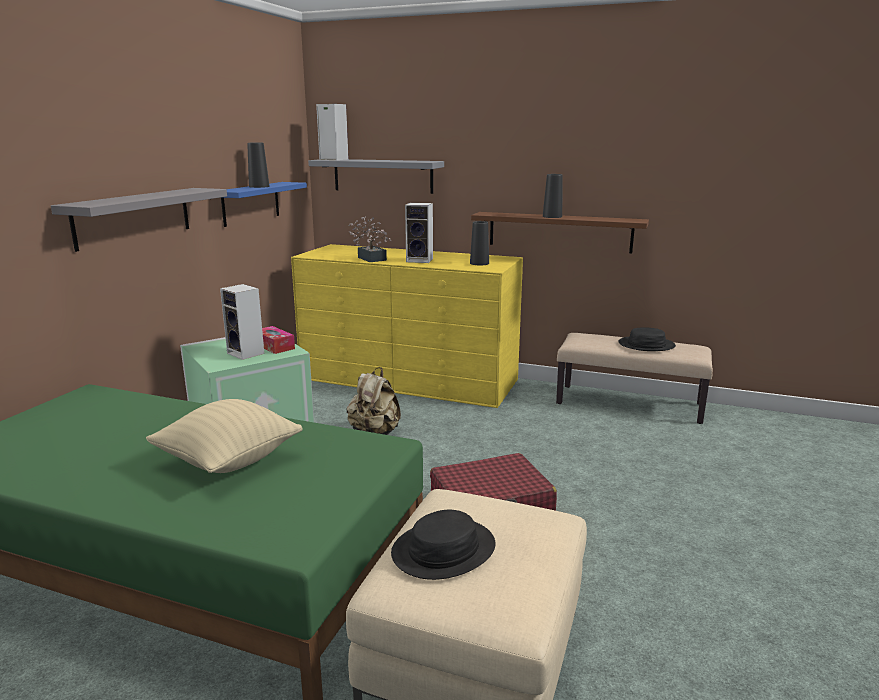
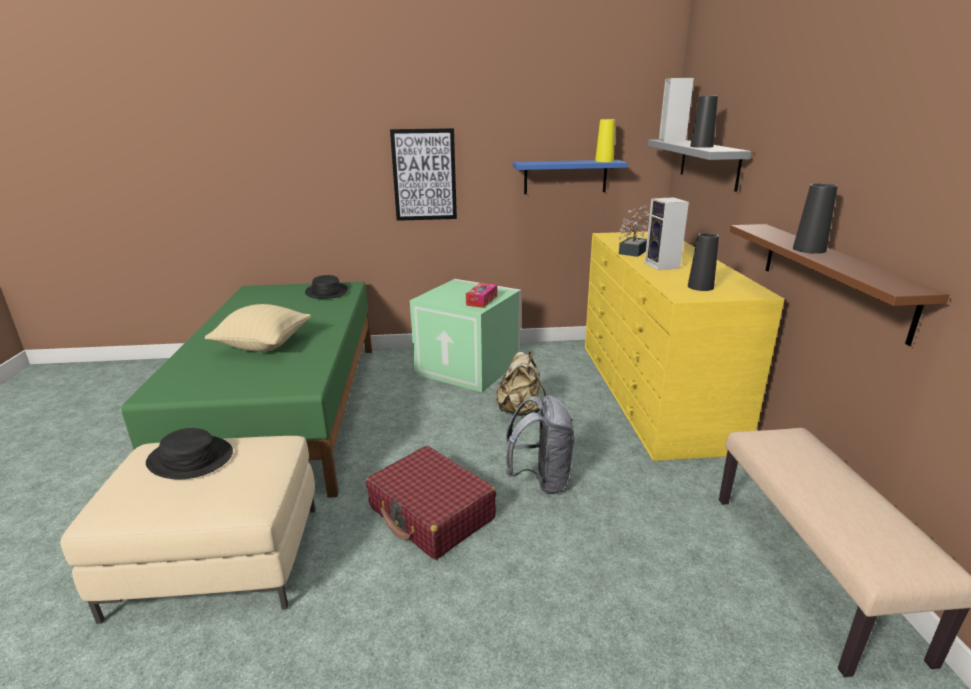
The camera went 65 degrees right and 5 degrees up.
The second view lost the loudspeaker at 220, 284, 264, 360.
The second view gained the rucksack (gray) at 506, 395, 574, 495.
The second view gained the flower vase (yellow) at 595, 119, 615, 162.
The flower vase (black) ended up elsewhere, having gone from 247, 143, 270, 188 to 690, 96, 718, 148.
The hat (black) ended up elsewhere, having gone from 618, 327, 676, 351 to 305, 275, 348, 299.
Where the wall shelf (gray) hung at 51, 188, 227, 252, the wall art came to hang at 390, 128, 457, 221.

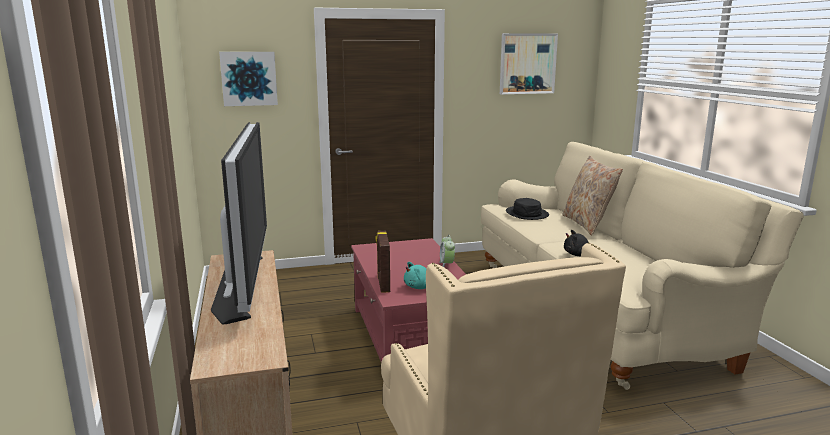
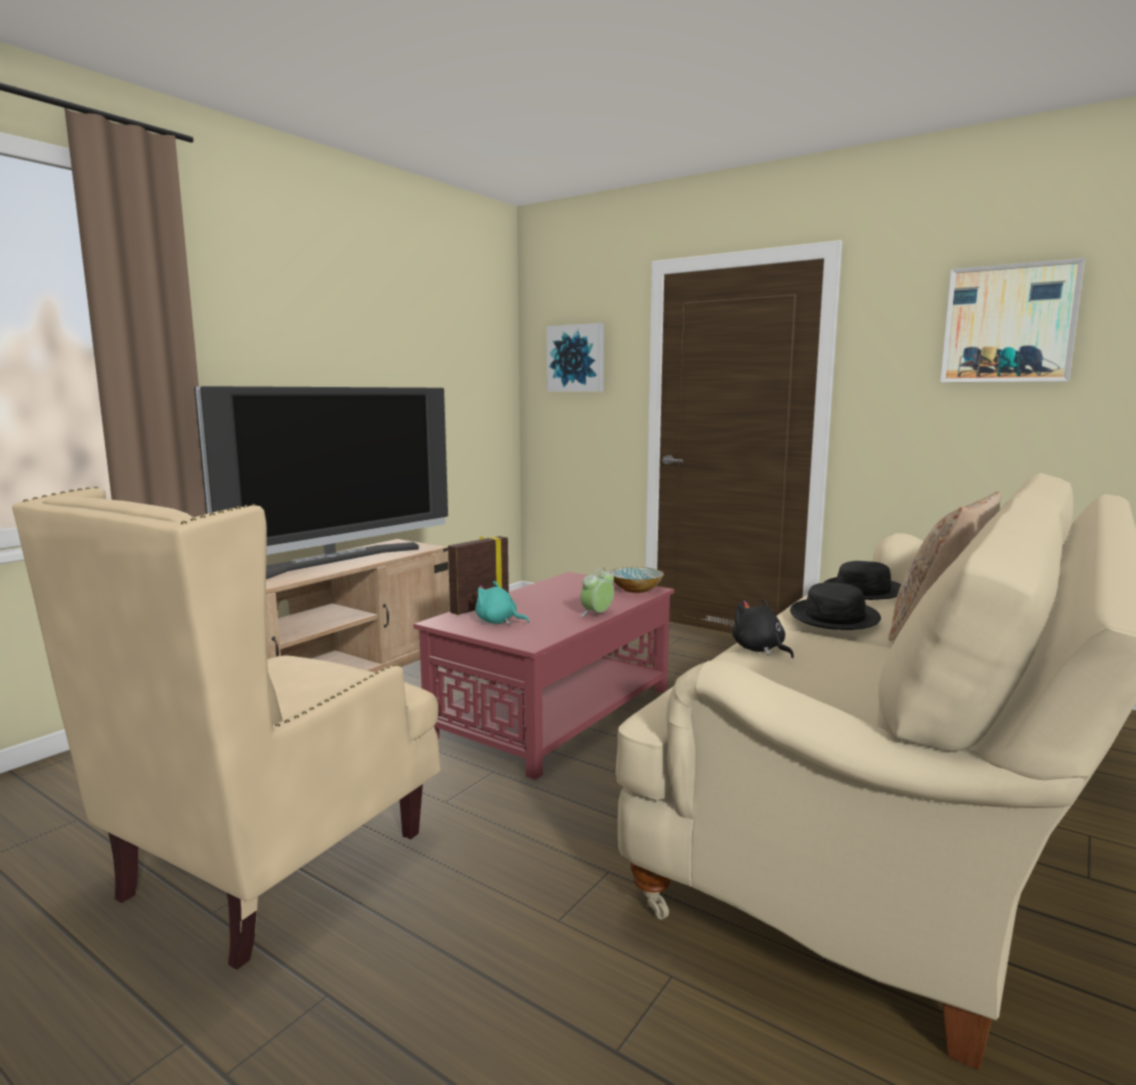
The camera went 50 degrees right and 5 degrees down.
The second view gained the deep dish at 610, 567, 664, 593.
The second view gained the hat (black) at 790, 583, 881, 630.

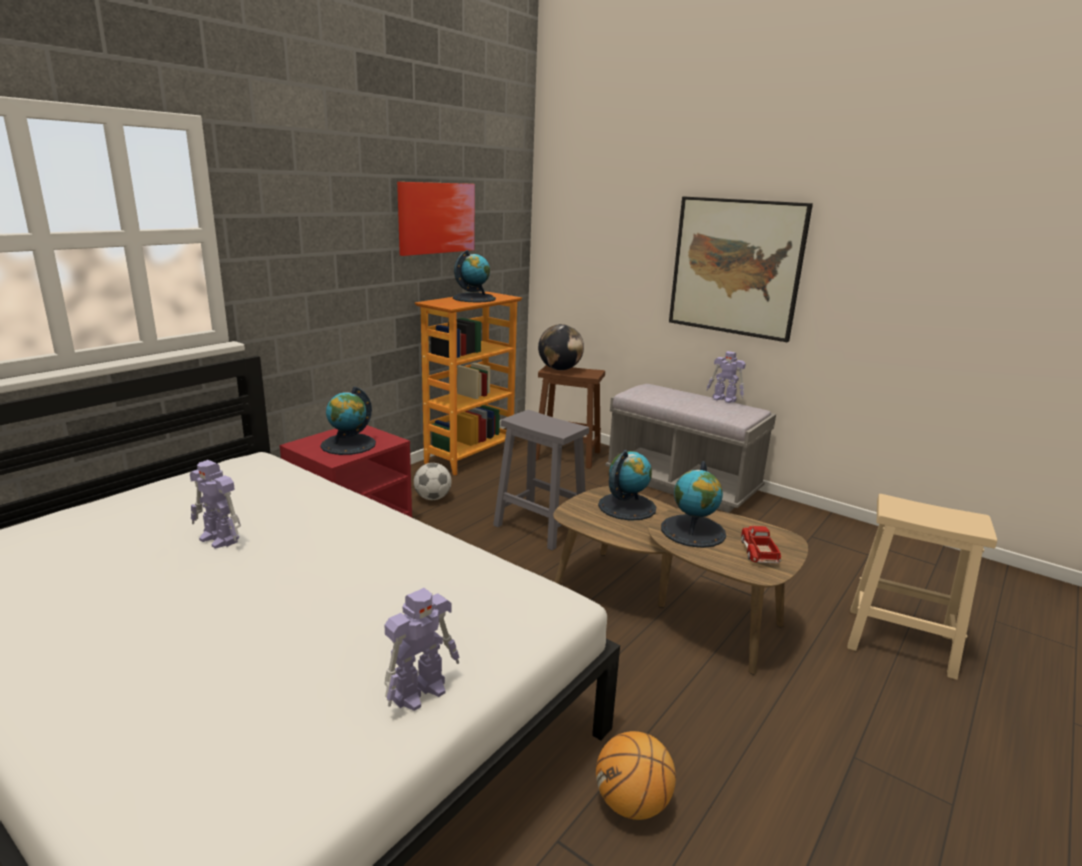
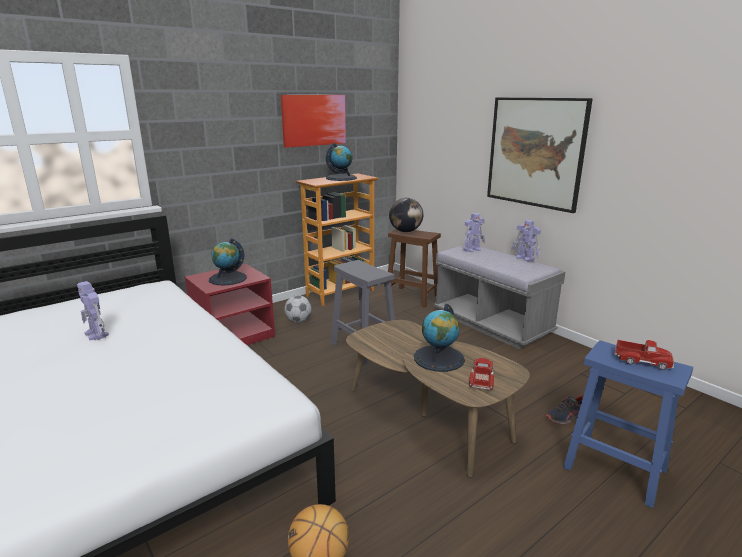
The camera went 15 degrees right and 0 degrees up.
The second view lost the world globe at 598, 450, 656, 521.
The second view gained the low shoe at 545, 395, 583, 424.
The second view gained the model truck at 615, 340, 674, 370.
The model robot ended up elsewhere, having gone from 384, 588, 459, 711 to 463, 213, 485, 252.
What was the sitting stool (beige-coloured) at 847, 494, 997, 680 turned into the sitting stool (bluish) at 563, 340, 693, 508.

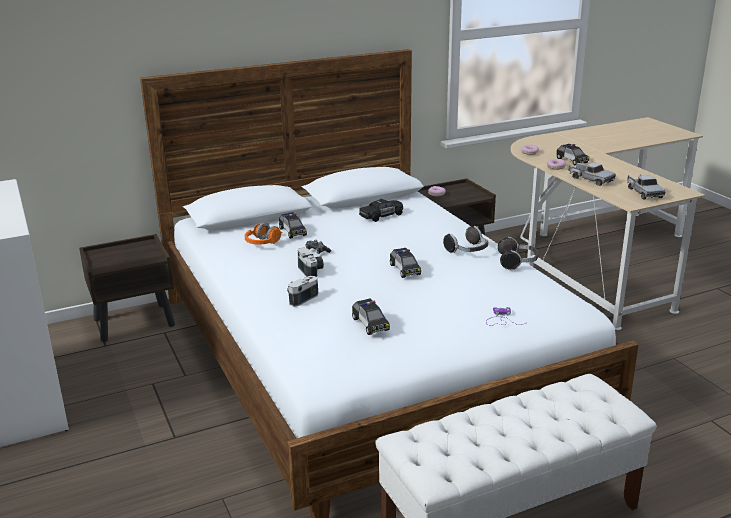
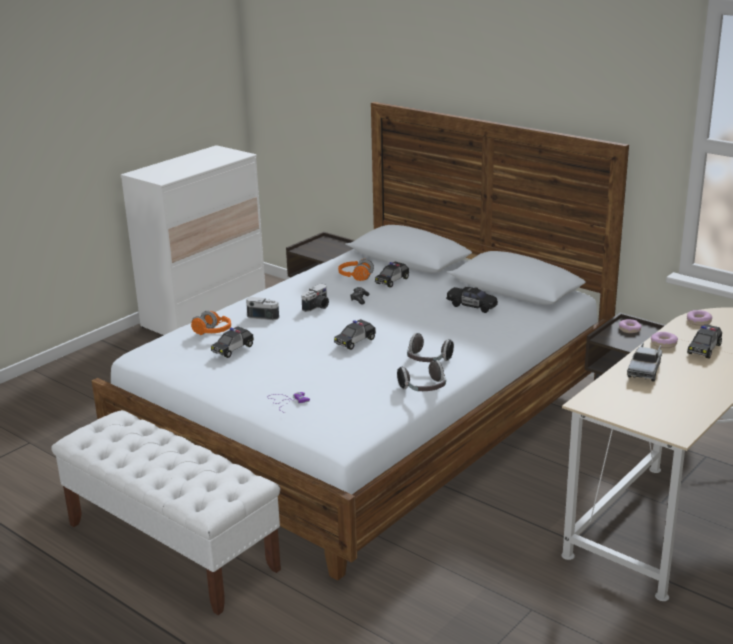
The camera went 65 degrees right and 0 degrees up.
The second view lost the model truck at 627, 174, 666, 200.
The second view gained the headset (orangey) at 191, 311, 231, 335.

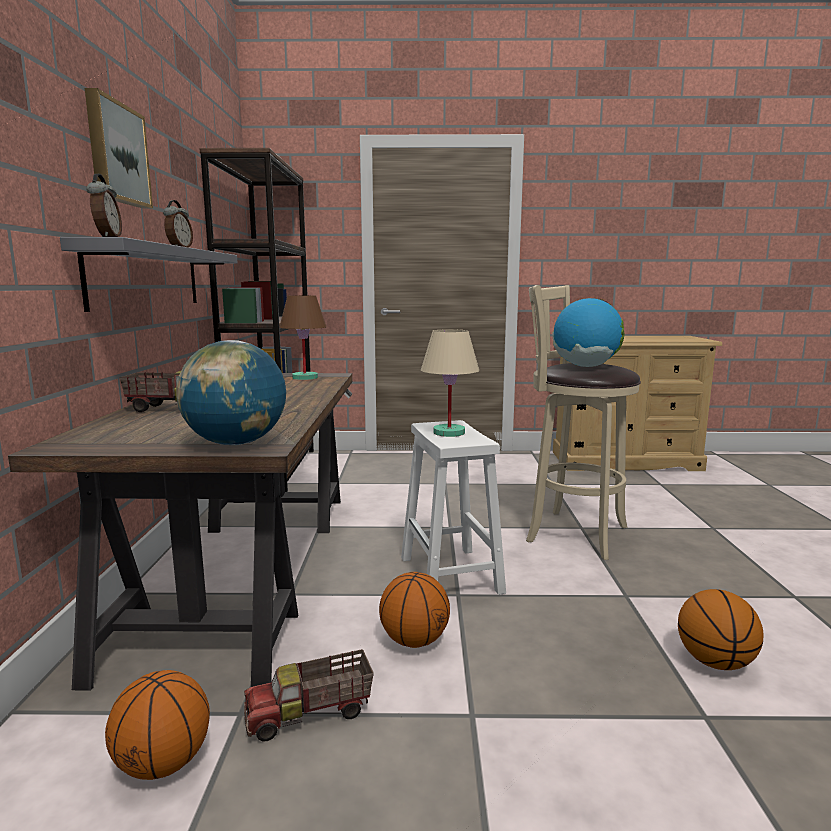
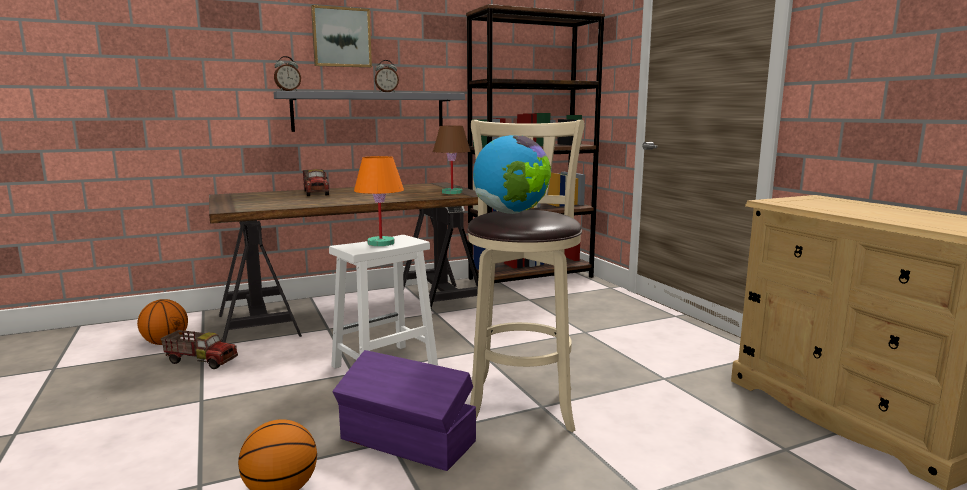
The camera went 65 degrees right and 0 degrees up.
The second view lost the world globe at 176, 340, 286, 445.
The second view lost the basketball at 379, 572, 450, 648.
The second view gained the storage bin (purple-coloured) at 333, 350, 476, 471.
What was the table lamp (beige-coloured) at 421, 329, 479, 437 turned into the table lamp (orangey) at 354, 156, 404, 246.
The model truck at 244, 649, 374, 741 ended up facing another way, 150 degrees clockwise from before.

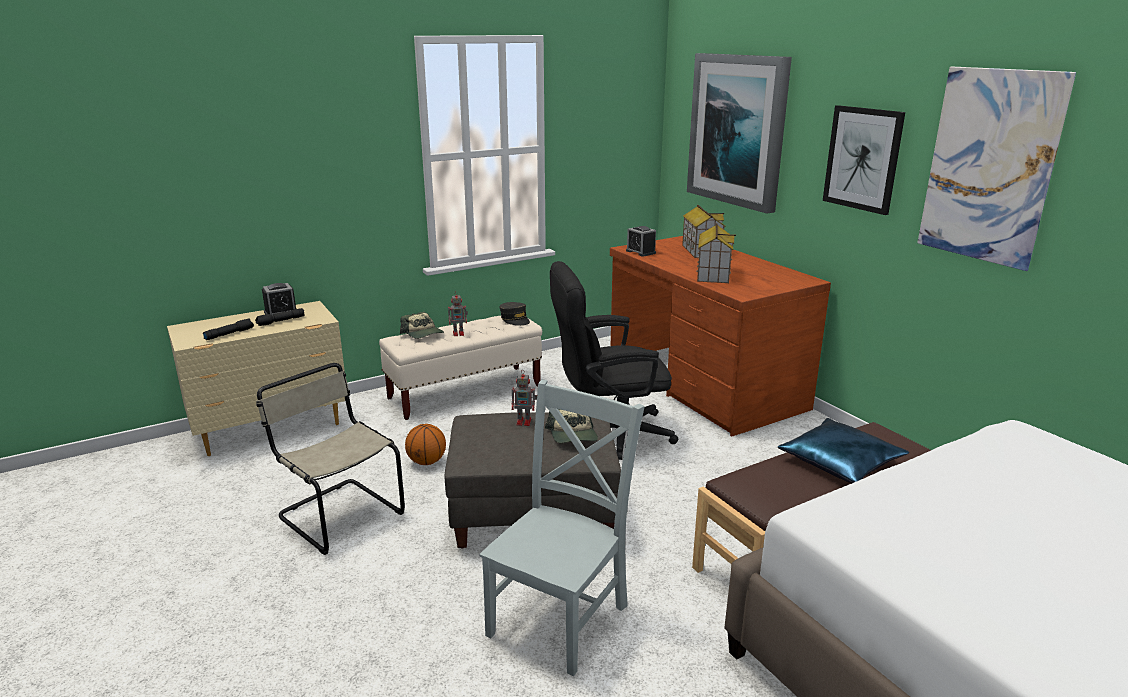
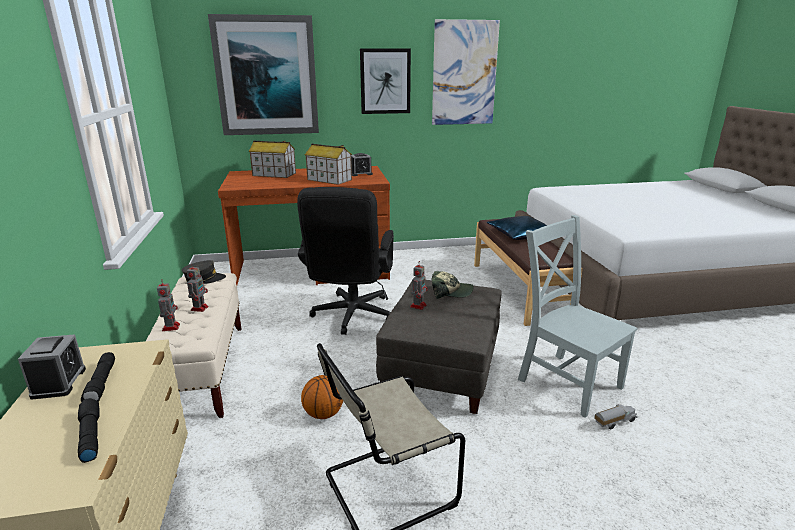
The camera went 70 degrees left and 0 degrees up.
The second view gained the model truck at 594, 404, 638, 429.
The table clock ended up elsewhere, having gone from 626, 226, 656, 257 to 351, 153, 373, 176.
Where the baseball cap stood at 400, 312, 444, 339, the model robot came to stand at 157, 279, 180, 331.

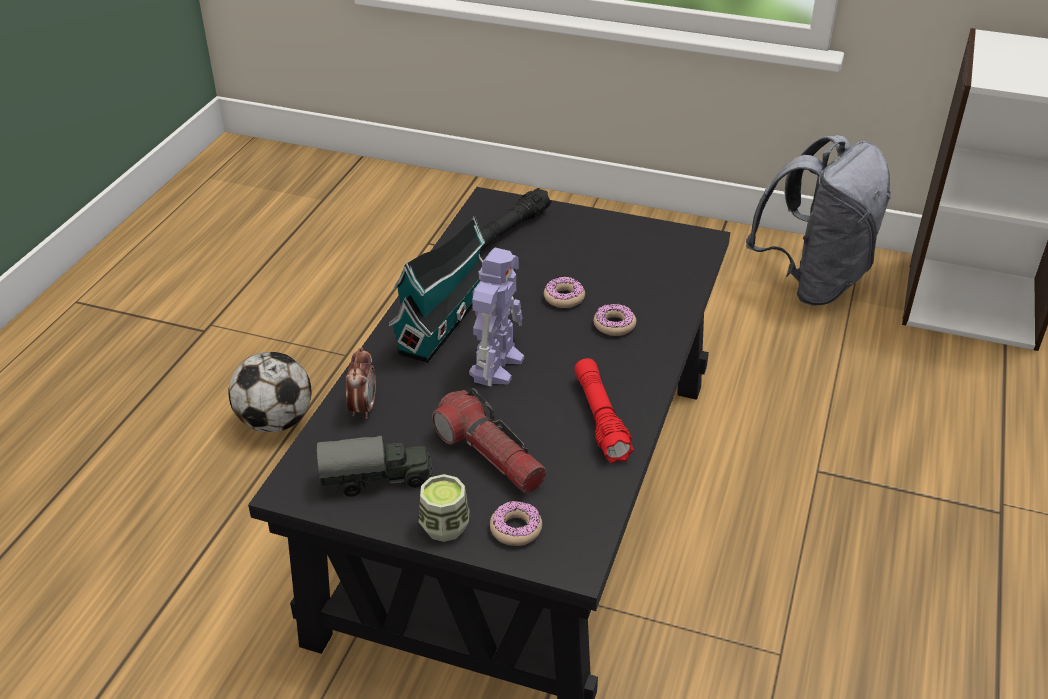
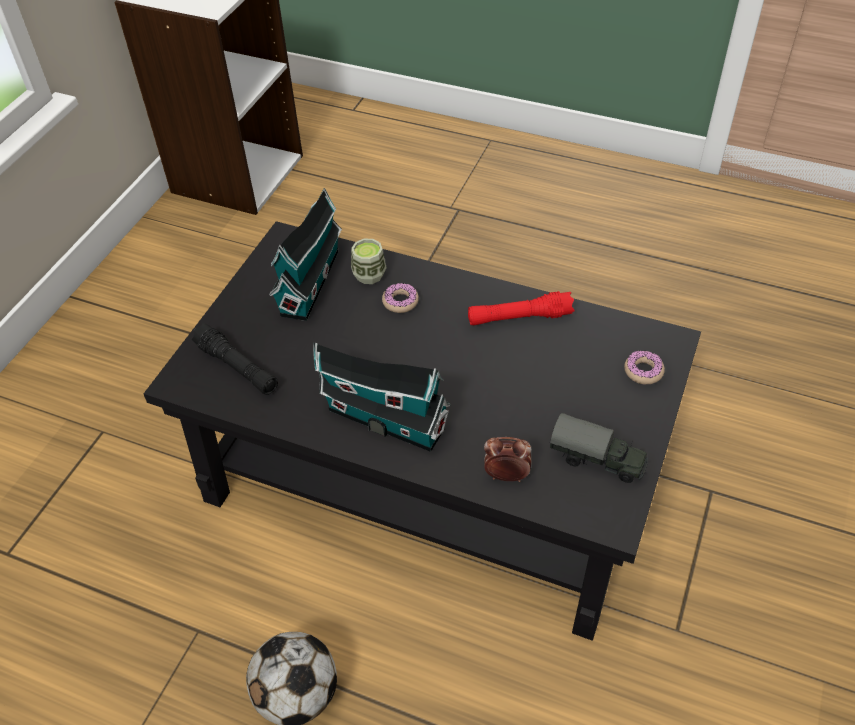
The camera went 85 degrees left and 10 degrees up.
The second view lost the torch at 432, 388, 547, 493.
The second view lost the model robot at 469, 248, 524, 387.
The second view lost the donut at 544, 276, 585, 308.
The second view lost the rucksack (gray) at 746, 135, 891, 306.
The second view gained the toy house at 269, 189, 342, 321.
The cup ended up elsewhere, having gone from 419, 474, 470, 542 to 351, 239, 387, 284.
The model truck at 317, 436, 433, 497 ended up facing another way, 120 degrees clockwise from before.

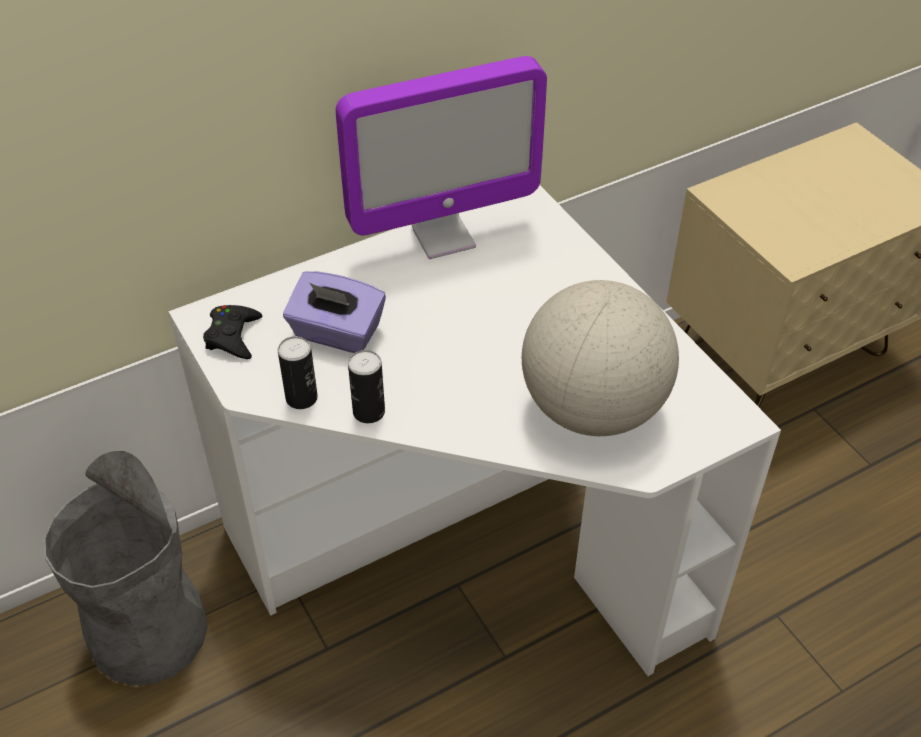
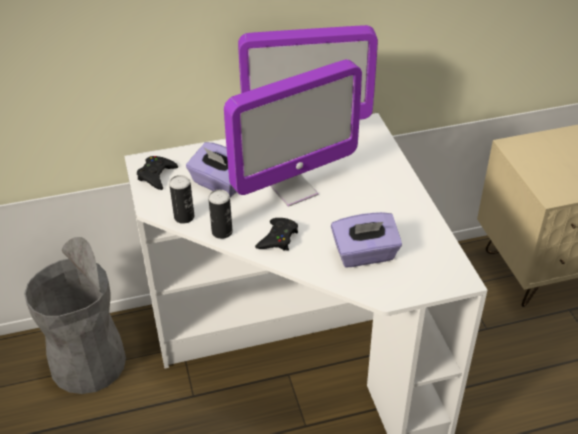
The camera went 15 degrees right and 5 degrees down.
The second view gained the computer display at 224, 59, 362, 207.
The second view gained the gamepad (black) at 255, 218, 298, 251.
Where the world globe stood at 522, 280, 679, 436, the tissue box (purple-coloured) came to stand at 331, 212, 402, 268.

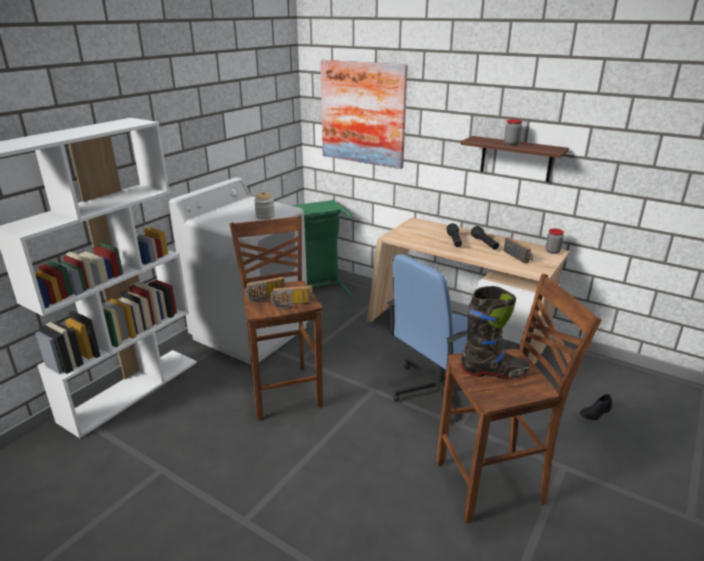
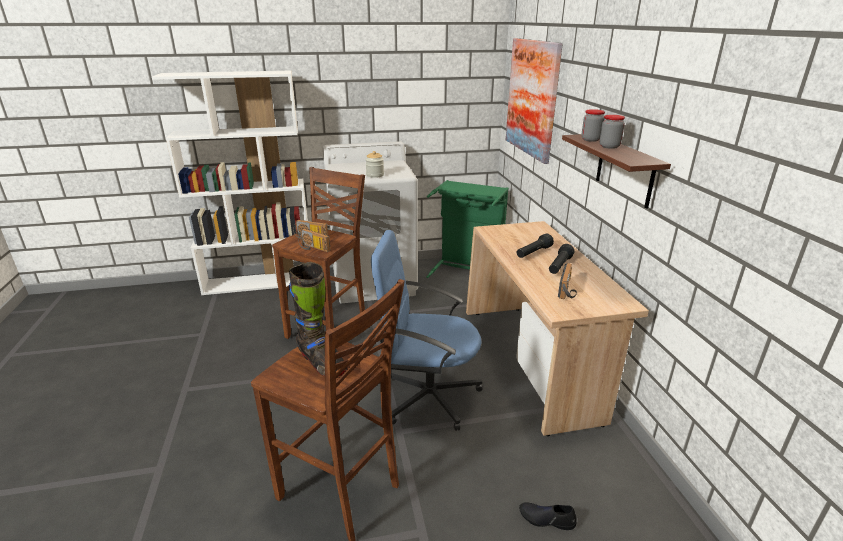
The camera went 45 degrees right and 0 degrees up.
The jar ended up elsewhere, having gone from 545, 229, 564, 254 to 581, 109, 605, 142.

